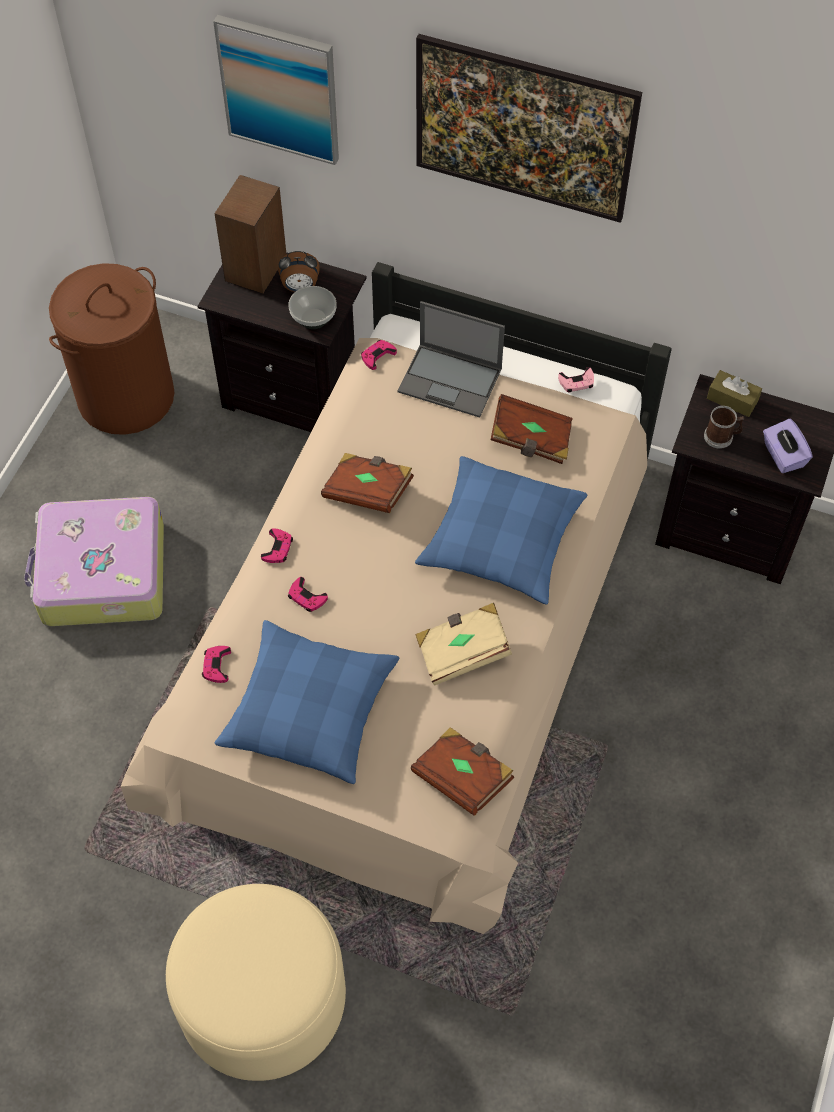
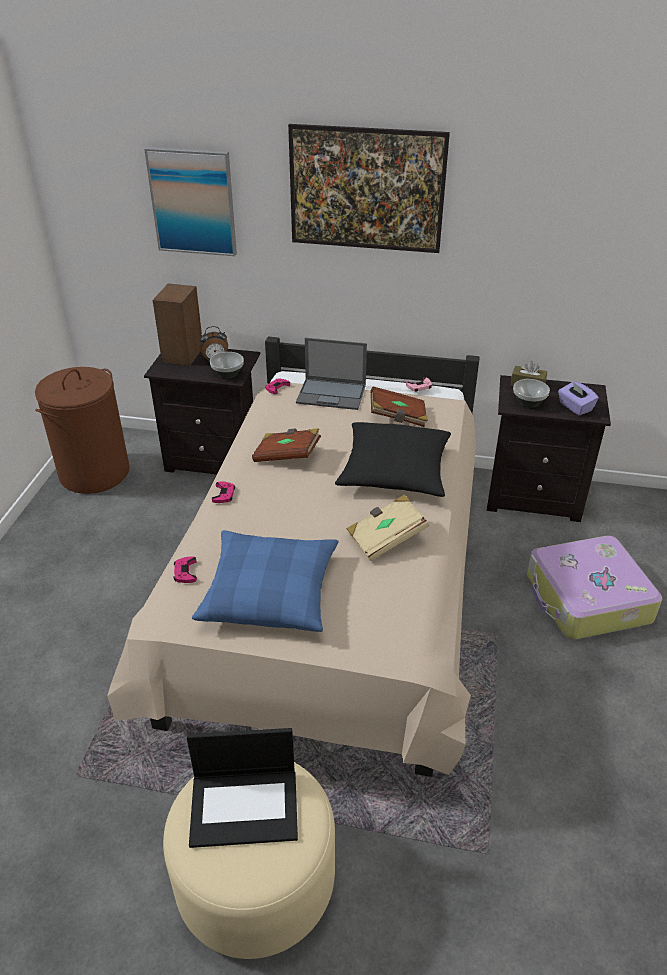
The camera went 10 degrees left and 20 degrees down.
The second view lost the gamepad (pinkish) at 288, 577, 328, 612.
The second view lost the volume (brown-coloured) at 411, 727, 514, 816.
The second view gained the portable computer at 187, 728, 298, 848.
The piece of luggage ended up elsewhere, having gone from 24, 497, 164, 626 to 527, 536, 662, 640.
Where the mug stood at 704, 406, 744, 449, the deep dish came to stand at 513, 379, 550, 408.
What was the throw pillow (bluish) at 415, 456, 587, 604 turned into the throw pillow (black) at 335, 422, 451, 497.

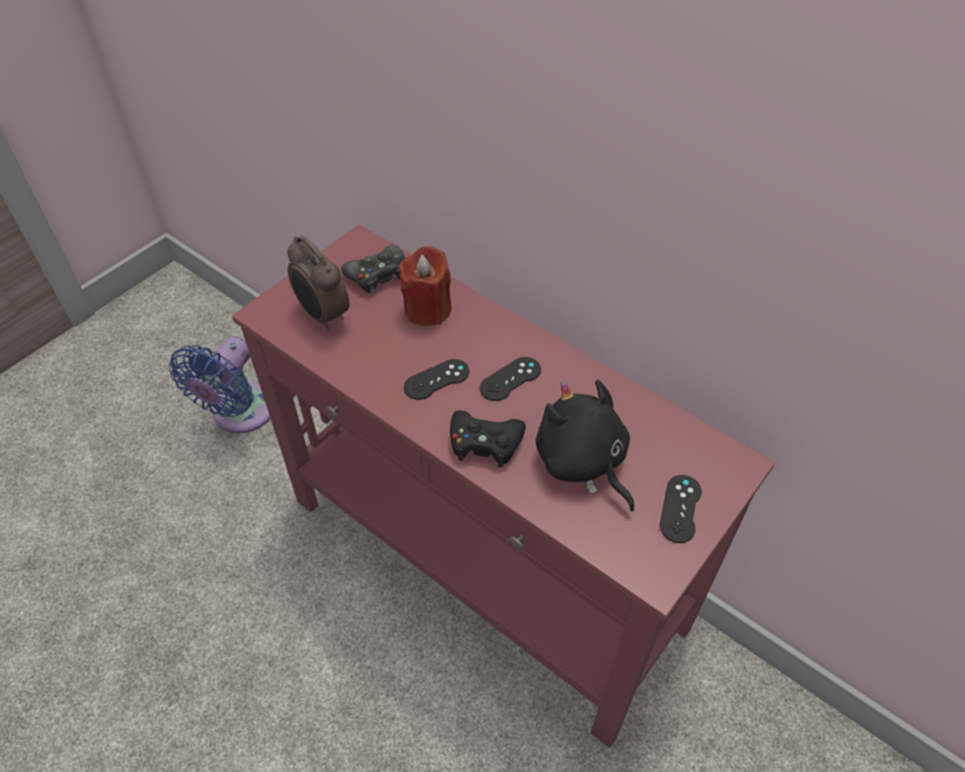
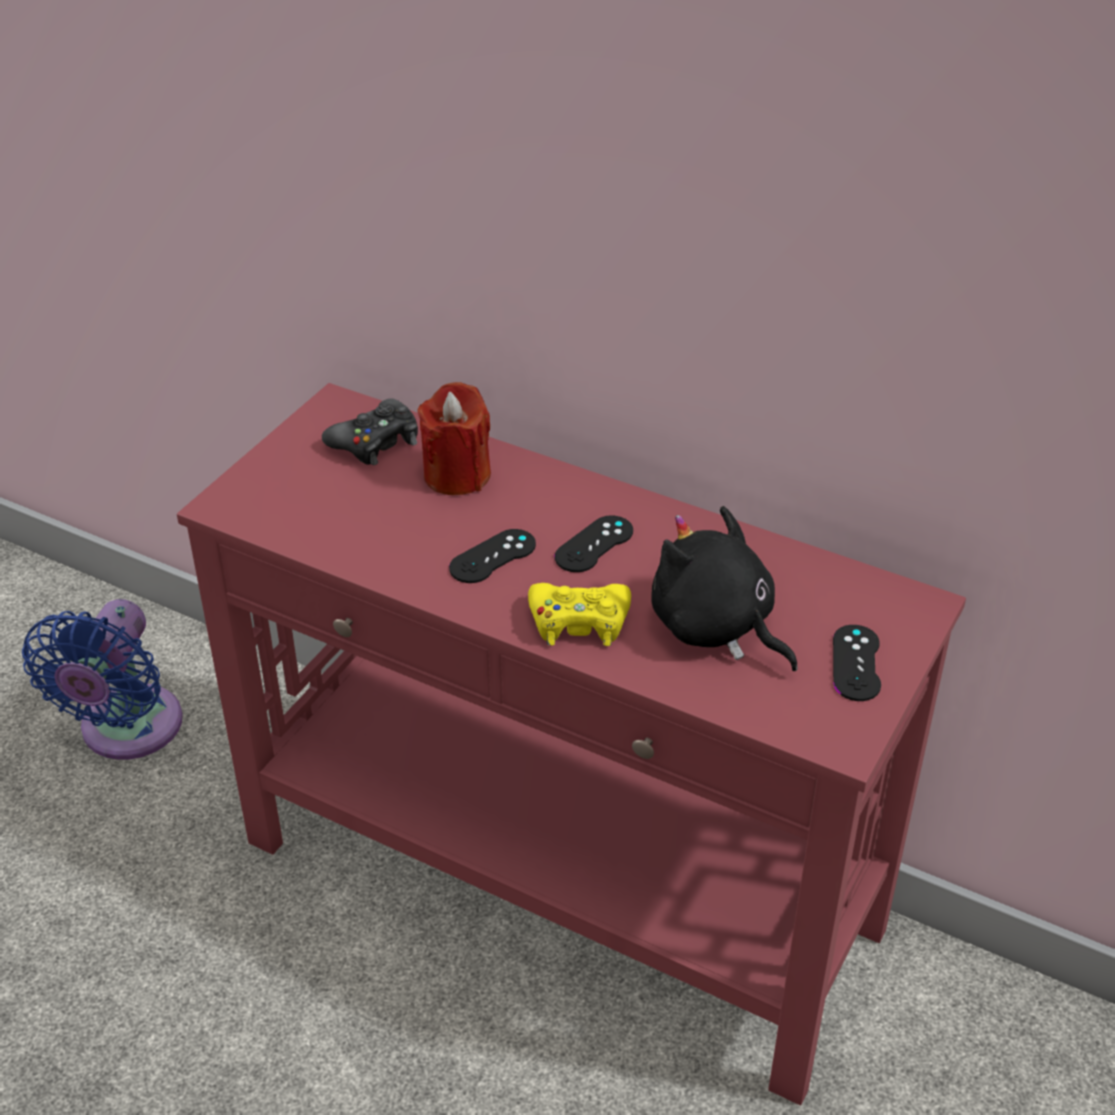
The camera went 10 degrees left and 10 degrees down.
The second view lost the table clock at 287, 236, 350, 331.
What was the gamepad (black) at 450, 411, 526, 468 turned into the gamepad (yellow) at 528, 583, 631, 646.

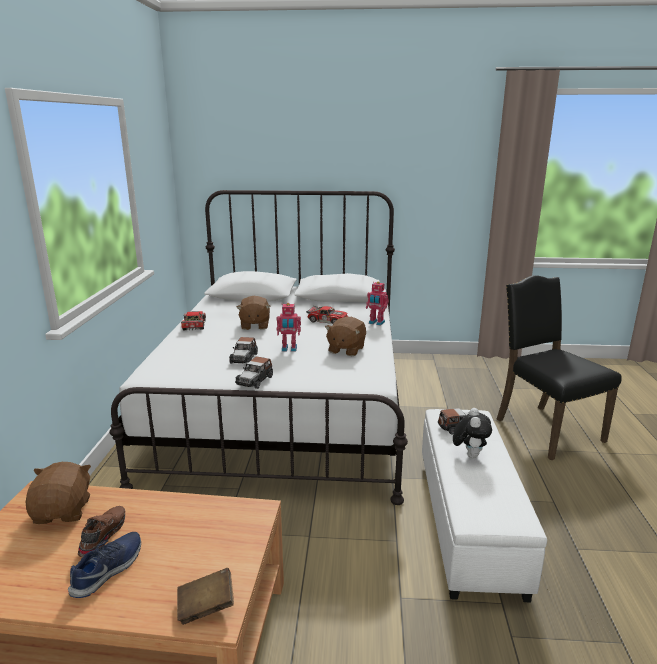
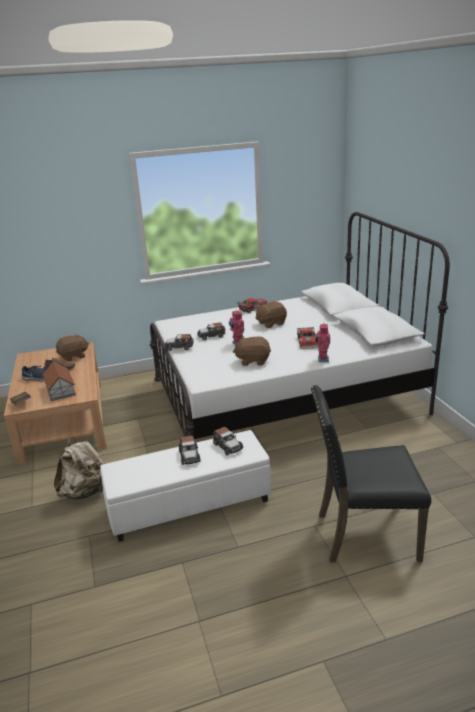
The camera went 70 degrees right and 5 degrees up.
The second view gained the toy house at 42, 361, 76, 401.
The second view gained the rucksack (beige-coloured) at 54, 437, 106, 500.
Where the soft toy stood at 453, 408, 492, 459, the model car came to stand at 179, 435, 201, 465.
The upright chair (black) at 497, 275, 622, 460 ended up facing another way, 135 degrees counterclockwise from before.

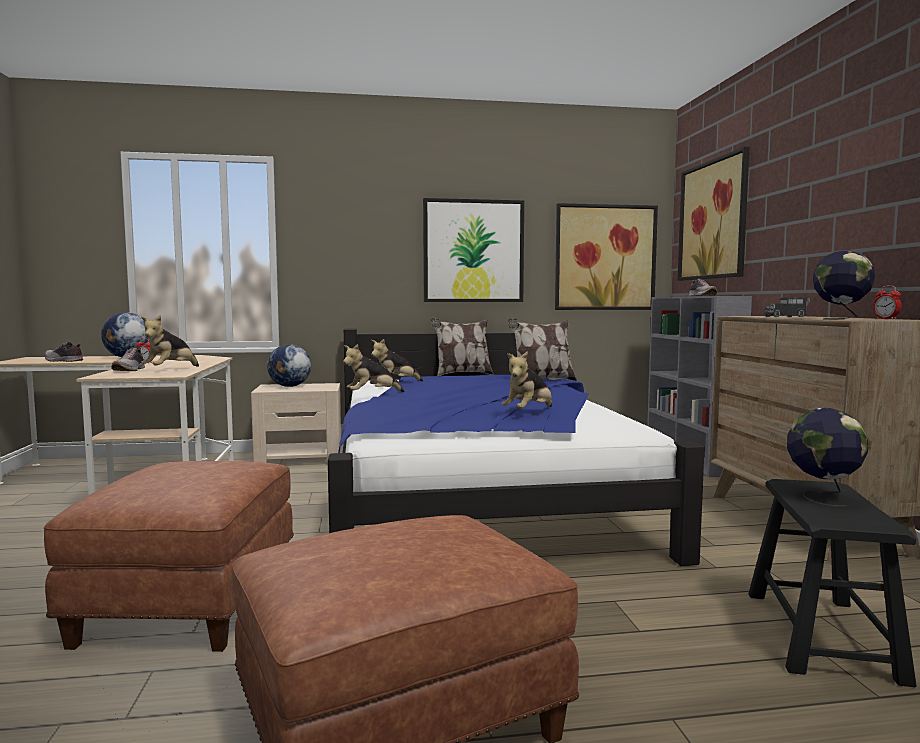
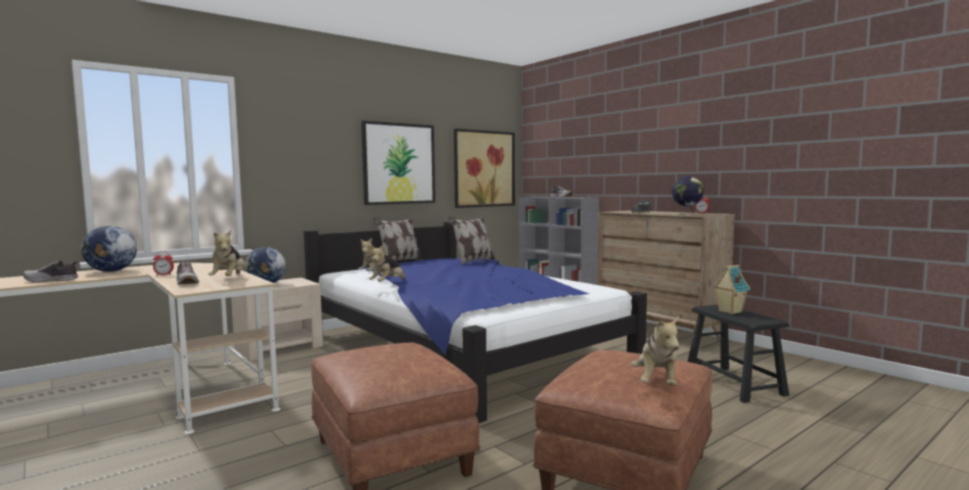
The camera went 30 degrees left and 0 degrees up.
The second view lost the wall art at 678, 147, 749, 281.
The soft toy ended up elsewhere, having gone from 502, 351, 552, 409 to 631, 316, 679, 386.
Where the world globe stood at 787, 408, 868, 506, the toy house came to stand at 713, 265, 751, 314.

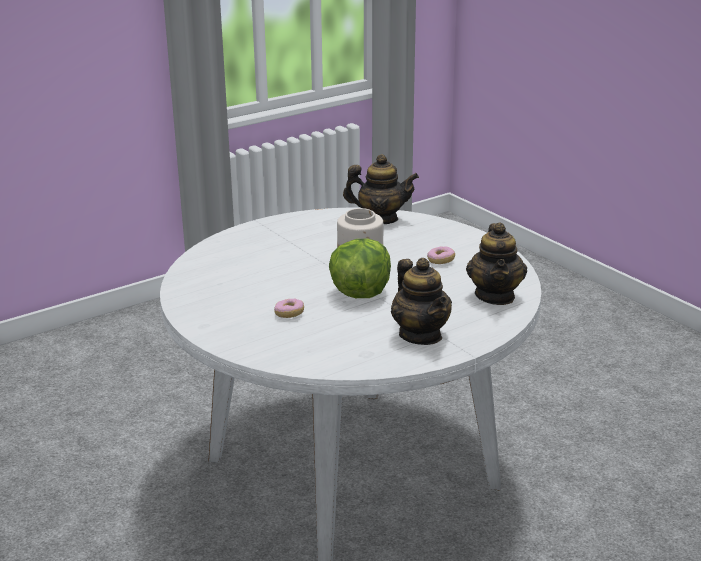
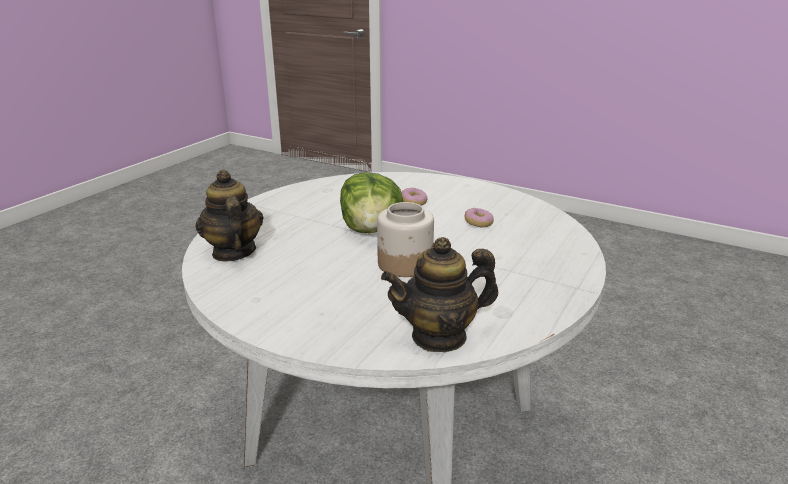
The camera went 155 degrees right and 0 degrees up.
The second view lost the teapot at 391, 258, 452, 345.
The donut ended up elsewhere, having gone from 427, 247, 455, 264 to 465, 208, 494, 227.

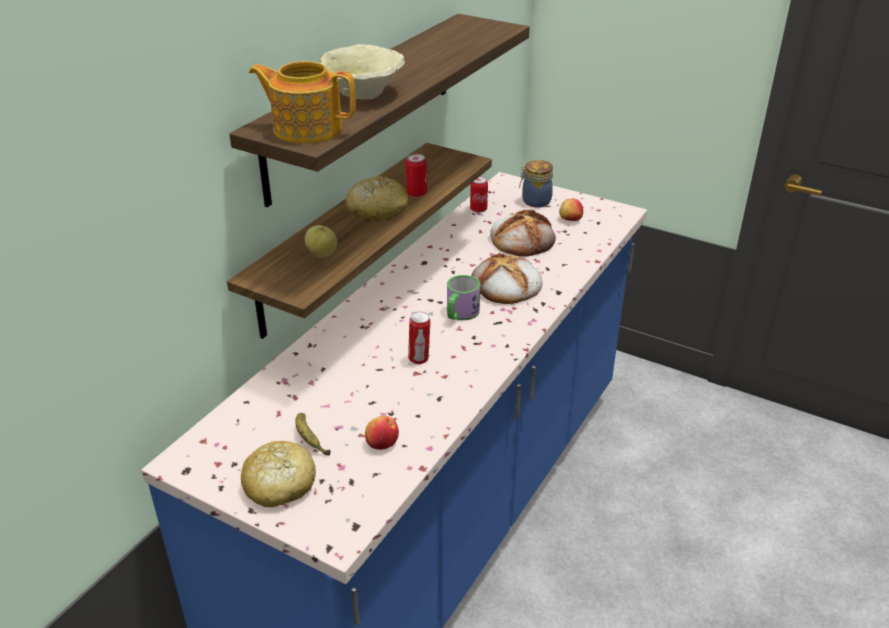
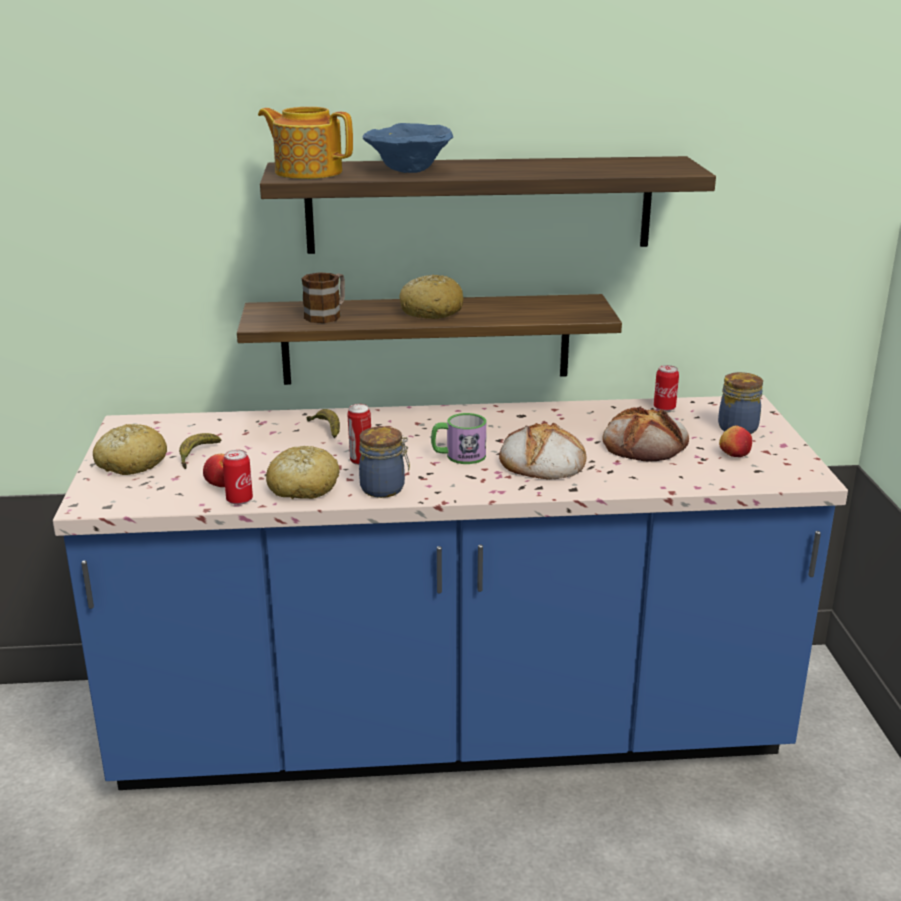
The camera went 55 degrees right and 10 degrees down.
The second view gained the bread at 266, 446, 340, 499.
The second view gained the banana at 307, 409, 340, 438.
The second view gained the jar at 359, 426, 410, 498.
The metal can ended up elsewhere, having gone from 406, 154, 427, 198 to 223, 450, 253, 505.
Where the whole apple stood at 305, 225, 337, 258, the mug came to stand at 302, 272, 345, 323.
What was the deep dish (beige-coloured) at 321, 44, 405, 99 turned into the deep dish (bluish) at 362, 123, 453, 173.
The teapot at 249, 61, 356, 143 ended up facing another way, 45 degrees counterclockwise from before.

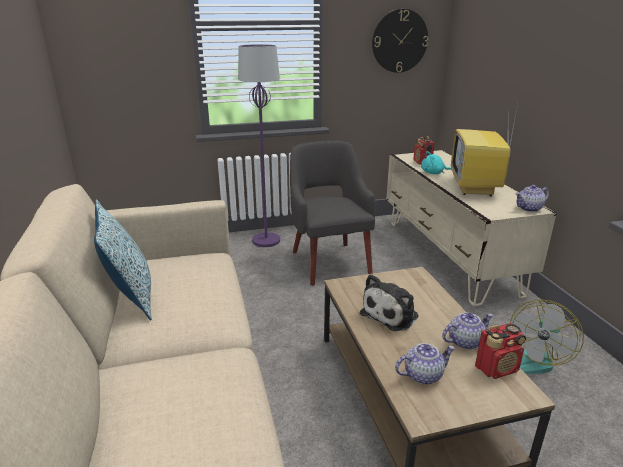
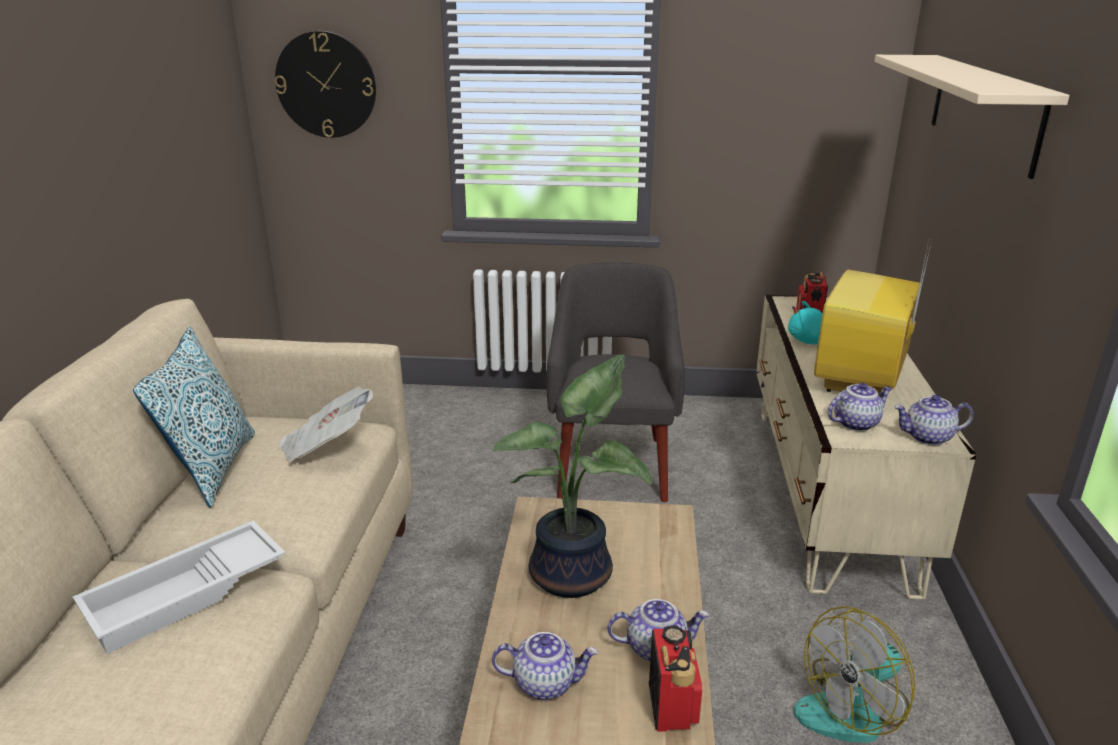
The camera went 20 degrees right and 0 degrees up.
The second view lost the standing lamp (purple-coloured) at 238, 44, 280, 247.
The second view gained the tray (white-coloured) at 73, 521, 286, 654.
The second view gained the newspaper at 279, 386, 373, 463.
The second view gained the teapot at 828, 383, 892, 431.
The second view gained the wall shelf (beige-coloured) at 874, 55, 1070, 179.
The hanging clock ended up elsewhere, having gone from 372, 9, 429, 73 to 275, 31, 376, 138.
Where the soft toy stood at 360, 274, 418, 331, the houseplant came to stand at 492, 354, 652, 598.
The radio set at 475, 323, 526, 379 ended up facing another way, 90 degrees counterclockwise from before.

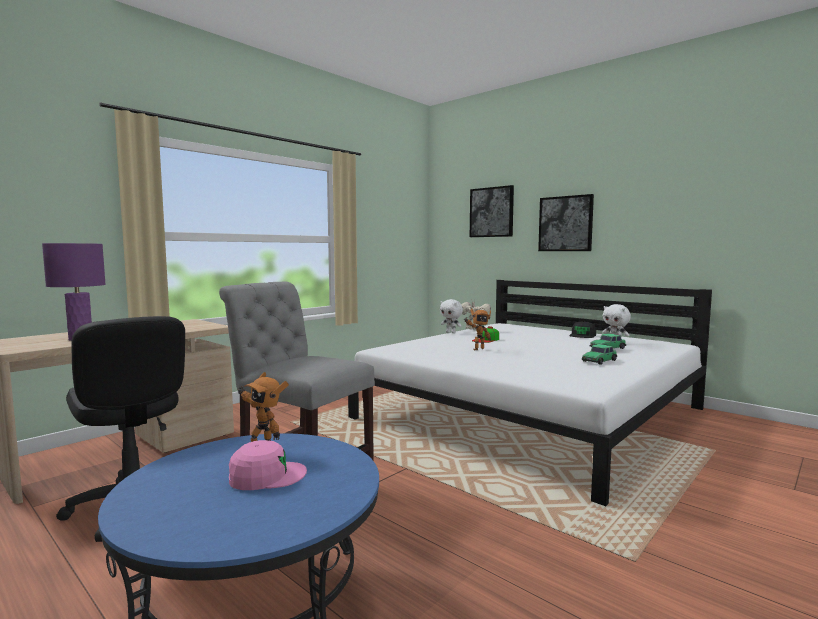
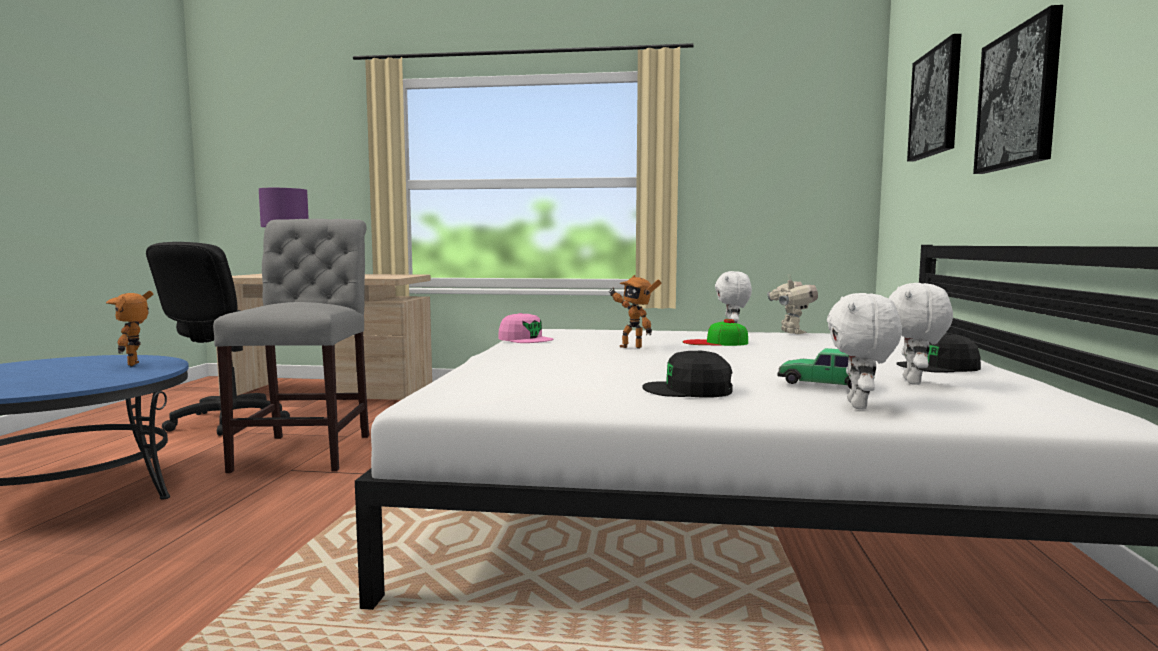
The camera went 55 degrees right and 0 degrees up.
The second view gained the soft toy (white-coloured) at 827, 293, 902, 409.
The baseball cap (pinkish) ended up elsewhere, having gone from 229, 440, 307, 490 to 498, 313, 554, 343.
Where the model car stood at 582, 344, 617, 365, the baseball cap (black) came to stand at 642, 351, 733, 398.

